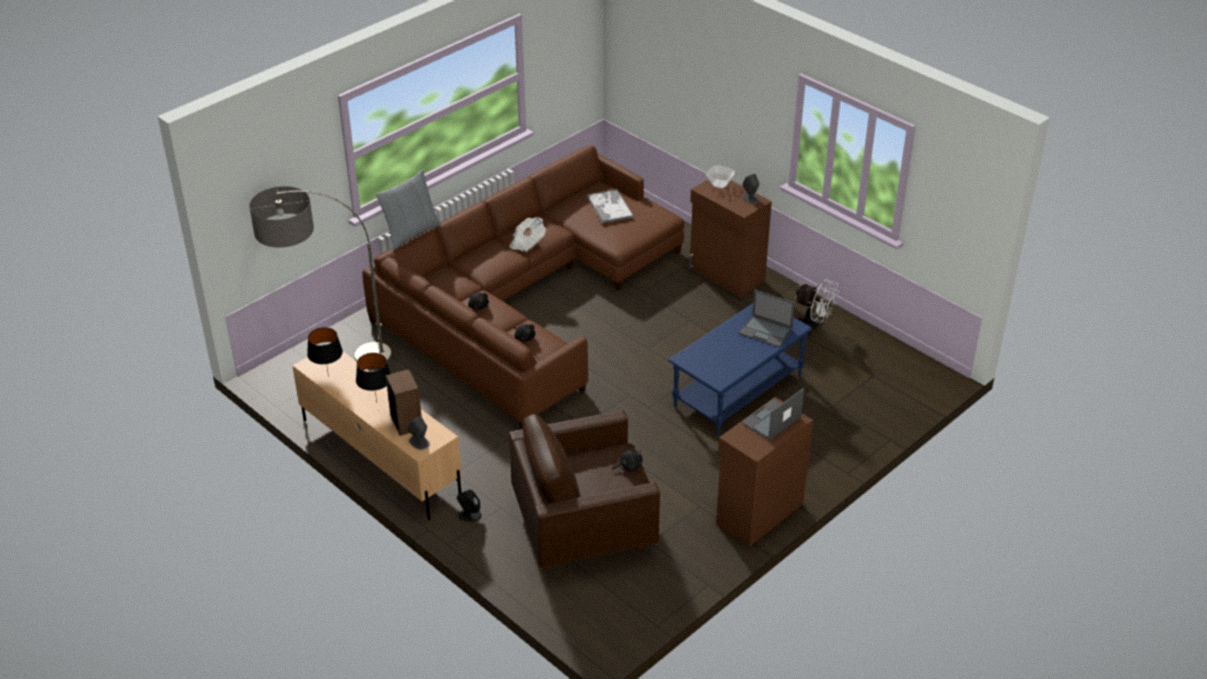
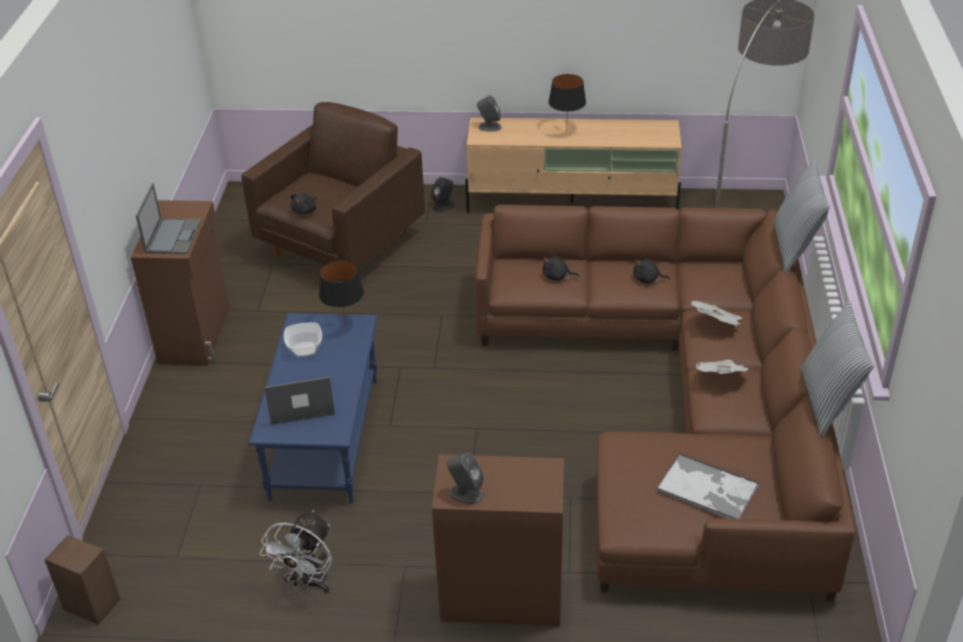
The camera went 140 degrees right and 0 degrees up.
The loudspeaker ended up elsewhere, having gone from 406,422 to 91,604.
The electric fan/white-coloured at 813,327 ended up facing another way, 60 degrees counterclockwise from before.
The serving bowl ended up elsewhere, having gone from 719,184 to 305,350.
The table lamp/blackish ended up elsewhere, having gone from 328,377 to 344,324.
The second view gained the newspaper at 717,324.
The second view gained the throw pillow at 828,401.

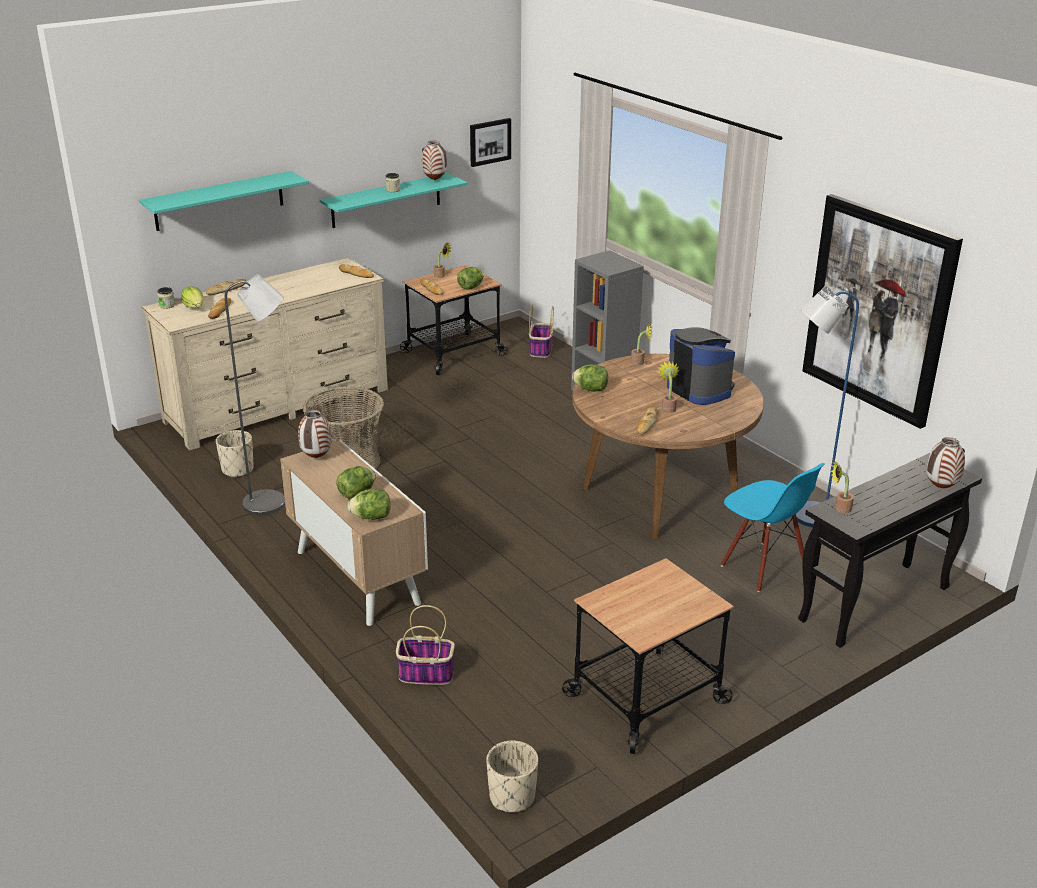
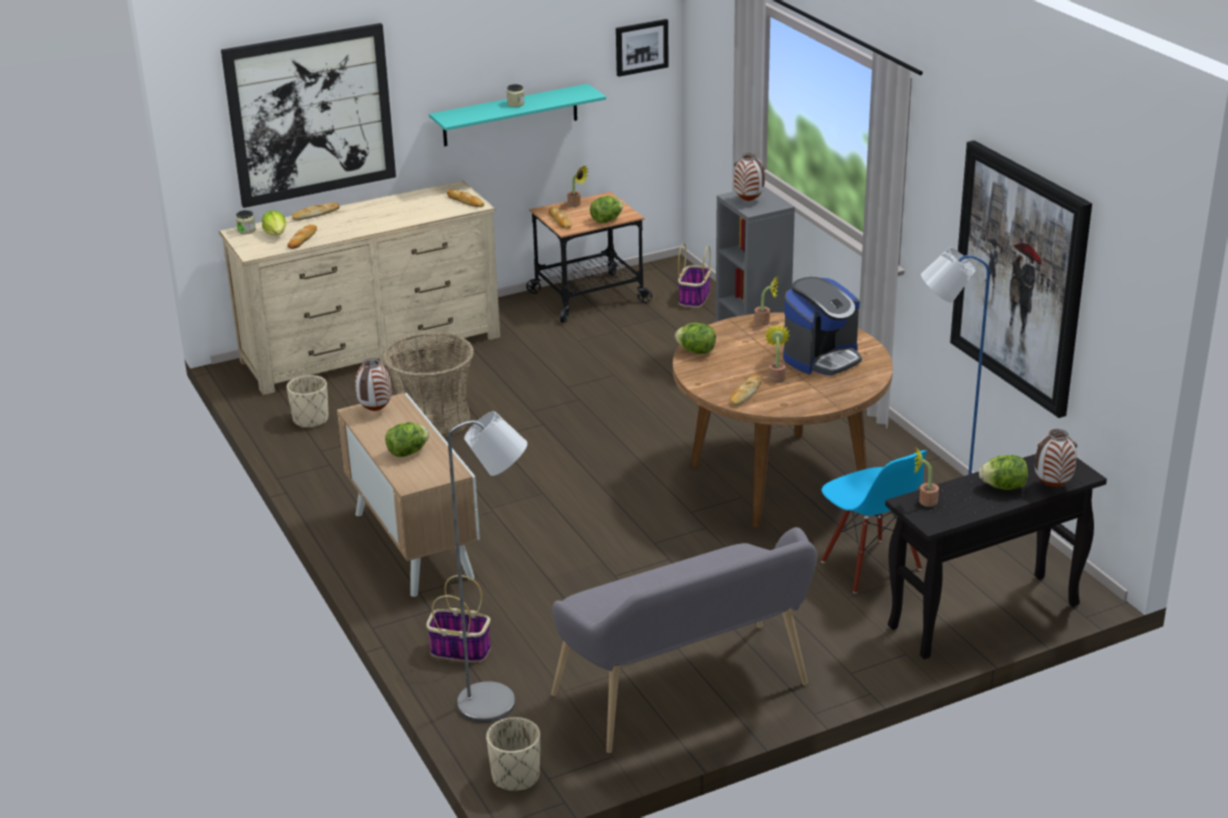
The camera went 10 degrees right and 0 degrees up.
Where the bracket shelf/turquoise-coloured hung at 219,201, the picture came to hang at 310,114.
The standing lamp/grey ended up elsewhere, having gone from 272,503 to 498,704.
Where the cart stood at 647,699, the indoor bench/grey came to stand at 688,695.
The vase ended up elsewhere, having gone from 435,180 to 749,201.
The coffee machine at 699,389 ended up facing another way, 75 degrees clockwise from before.
The lettuce ended up elsewhere, having gone from 371,517 to 1003,487.

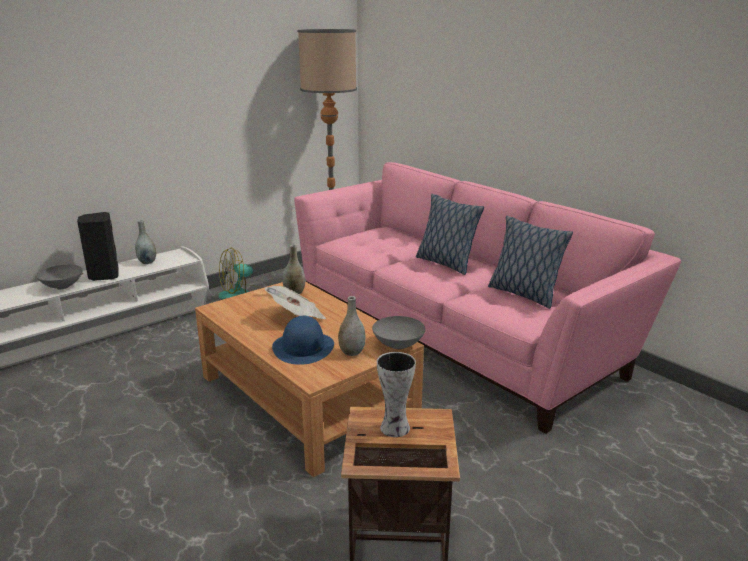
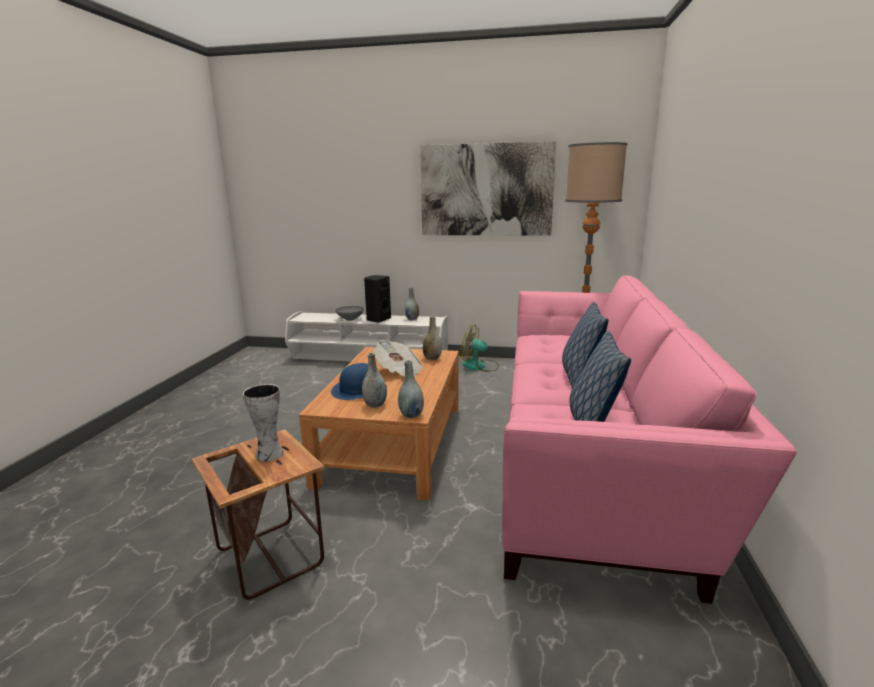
The camera went 50 degrees right and 5 degrees down.
Where the serving bowl/grey stood at 399,345, the vase/grey came to stand at 411,415.
The second view gained the picture at 486,190.

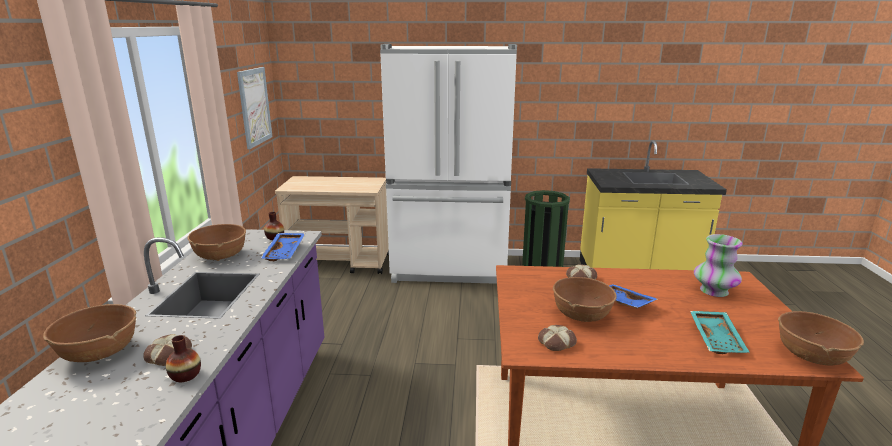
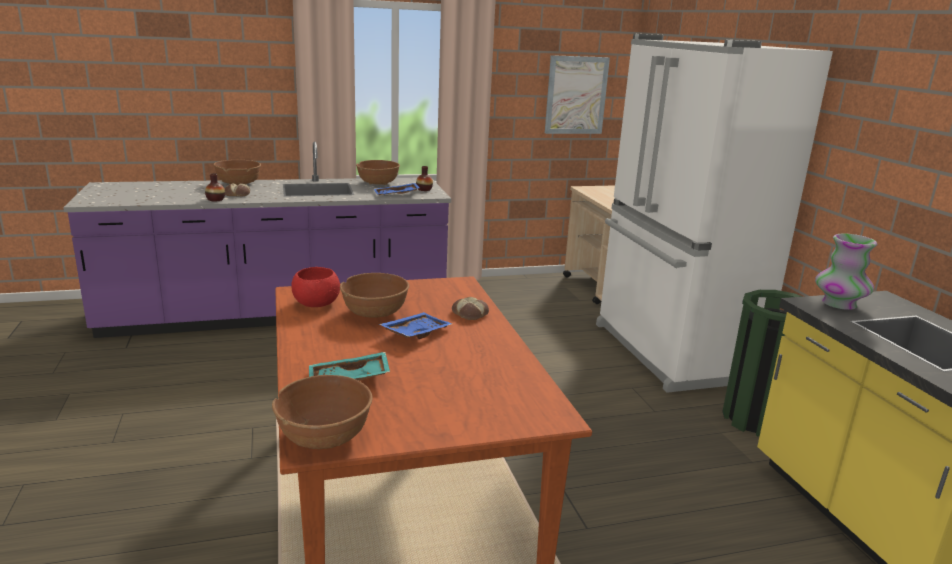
The camera went 70 degrees right and 0 degrees up.
Where the baked bread stood at 556,342, the serving bowl/red-coloured came to stand at 316,303.
The vase ended up elsewhere, having gone from 714,291 to 839,304.

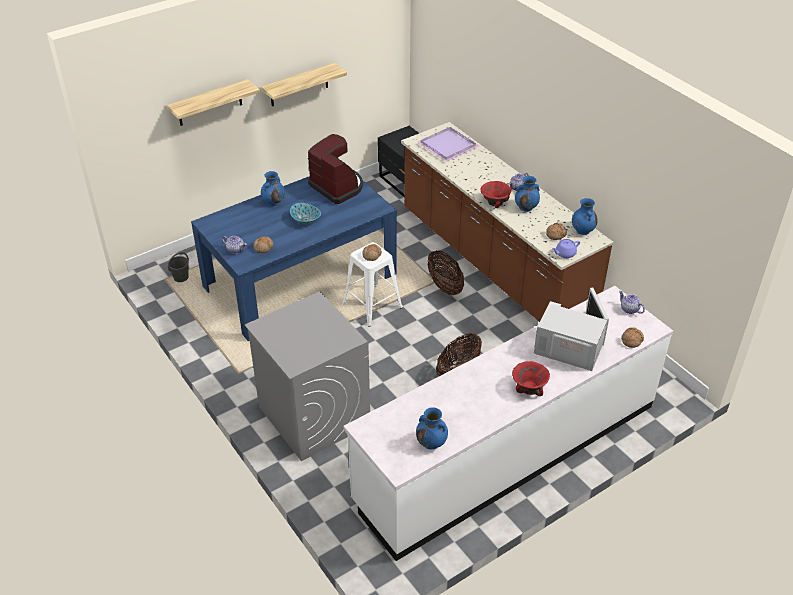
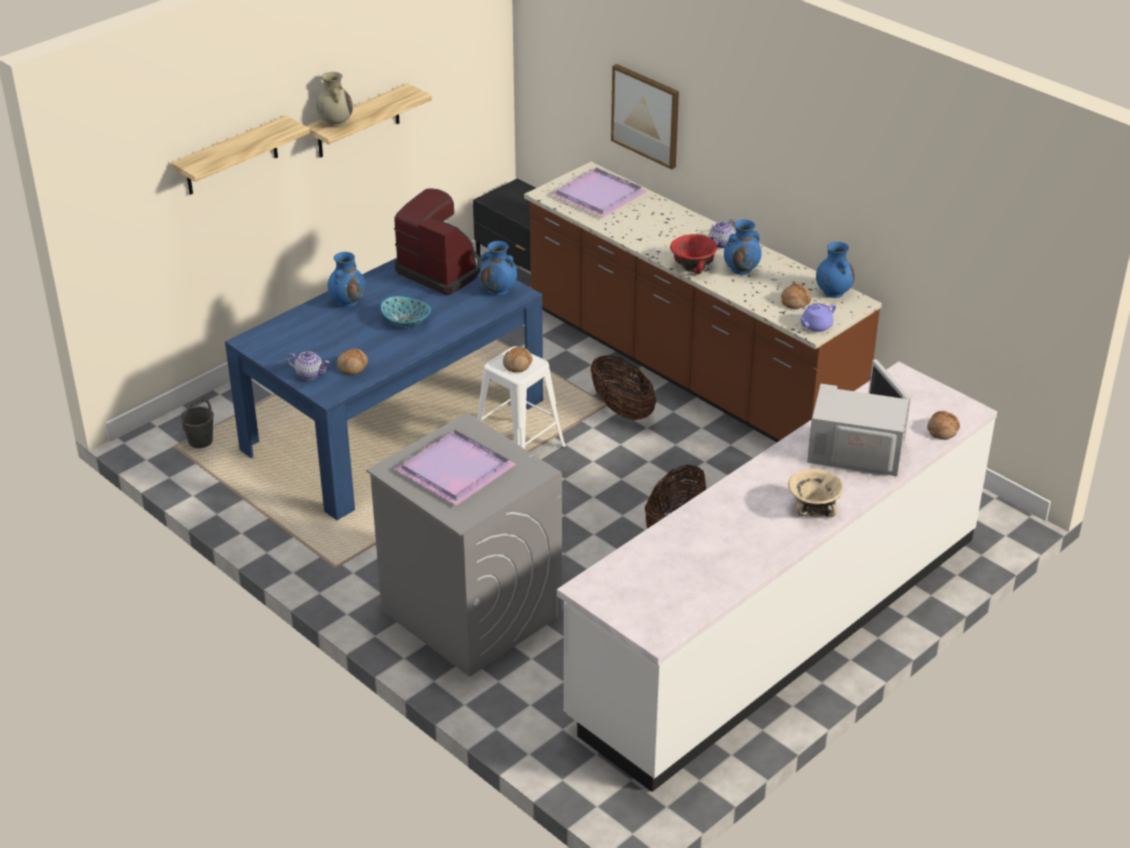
The camera went 10 degrees left and 5 degrees down.
The second view gained the vase/beige-coloured at 335,122.
The second view gained the tray/purplish at 455,471.
The vase/blue-coloured ended up elsewhere, having gone from 431,443 to 499,290.
The second view gained the picture at 646,115.
What was the serving bowl/red-coloured at 529,388 turned into the serving bowl/beige-coloured at 814,508.
The second view lost the teapot at 629,309.

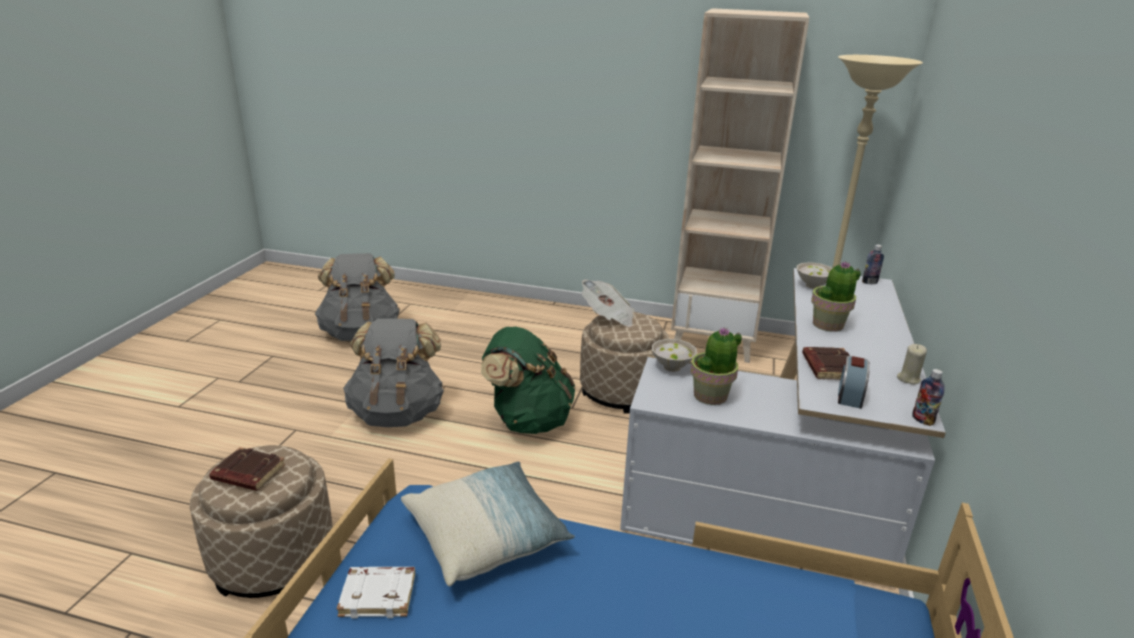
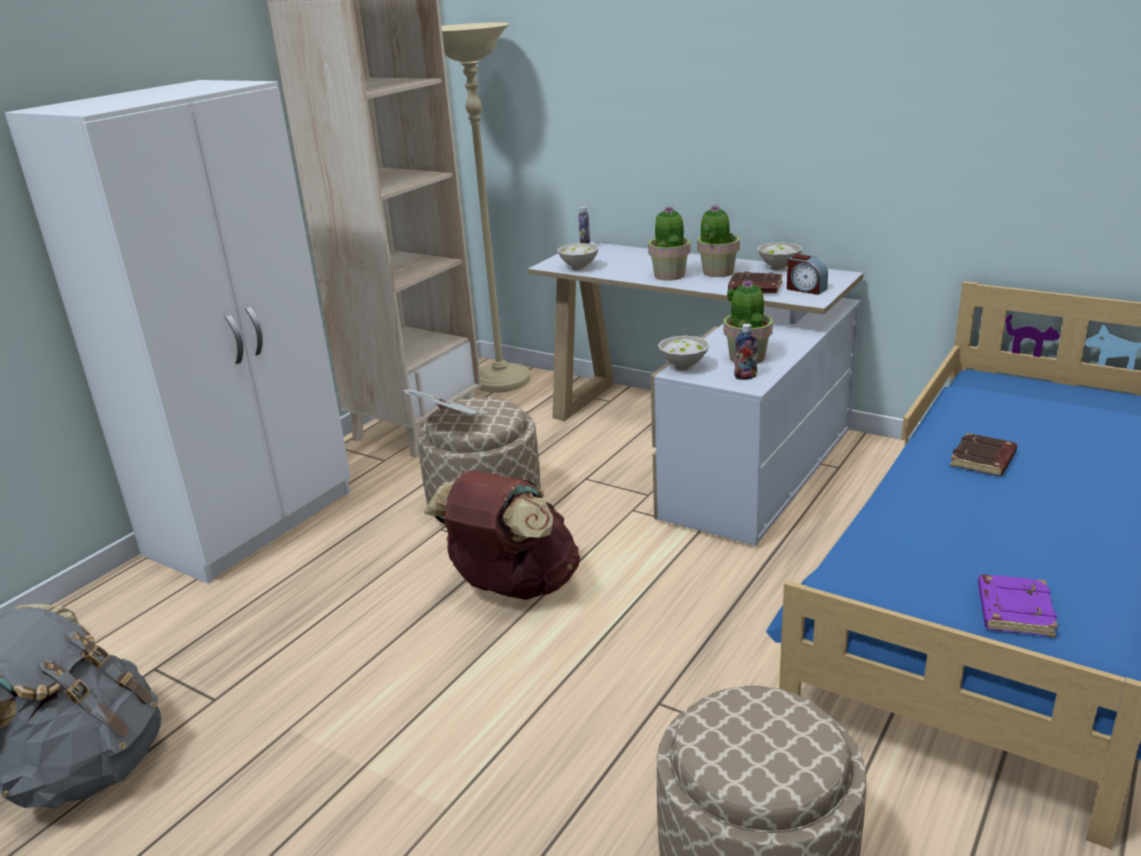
The camera went 70 degrees left and 0 degrees up.
The second view gained the armoire/white-coloured at 254,522.
What was the rucksack/green at 527,420 turned into the rucksack/brown-coloured at 512,588.
The second view gained the houseplant at 717,272.
The bottle ended up elsewhere, having gone from 922,420 to 745,377.
Where the wax light/beige-coloured stood at 908,378, the serving bowl/white-coloured came to stand at 779,268.
The book/brown-coloured ended up elsewhere, having gone from 247,474 to 983,460.
What was the book/white-coloured at 379,595 turned into the book/purplish at 1013,610.
The second view lost the rucksack/grey at 397,413.
The second view lost the throw pillow at 486,536.

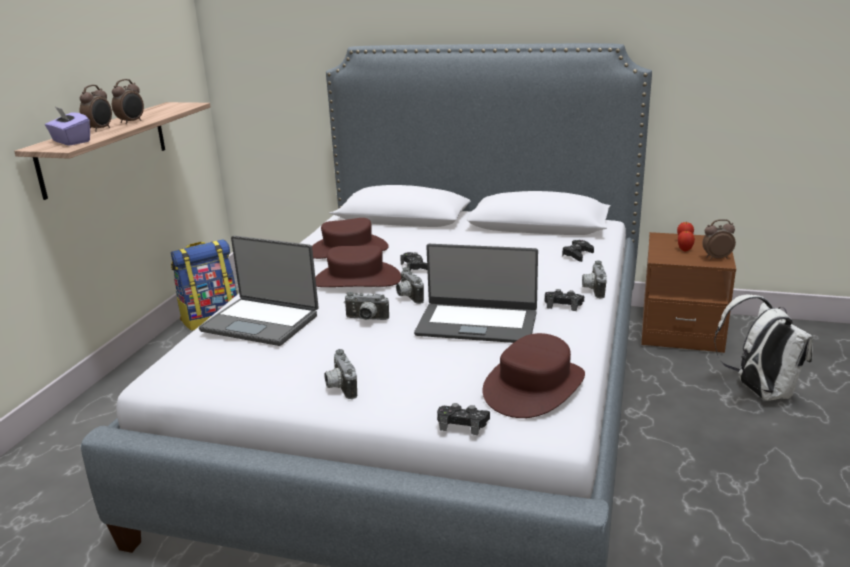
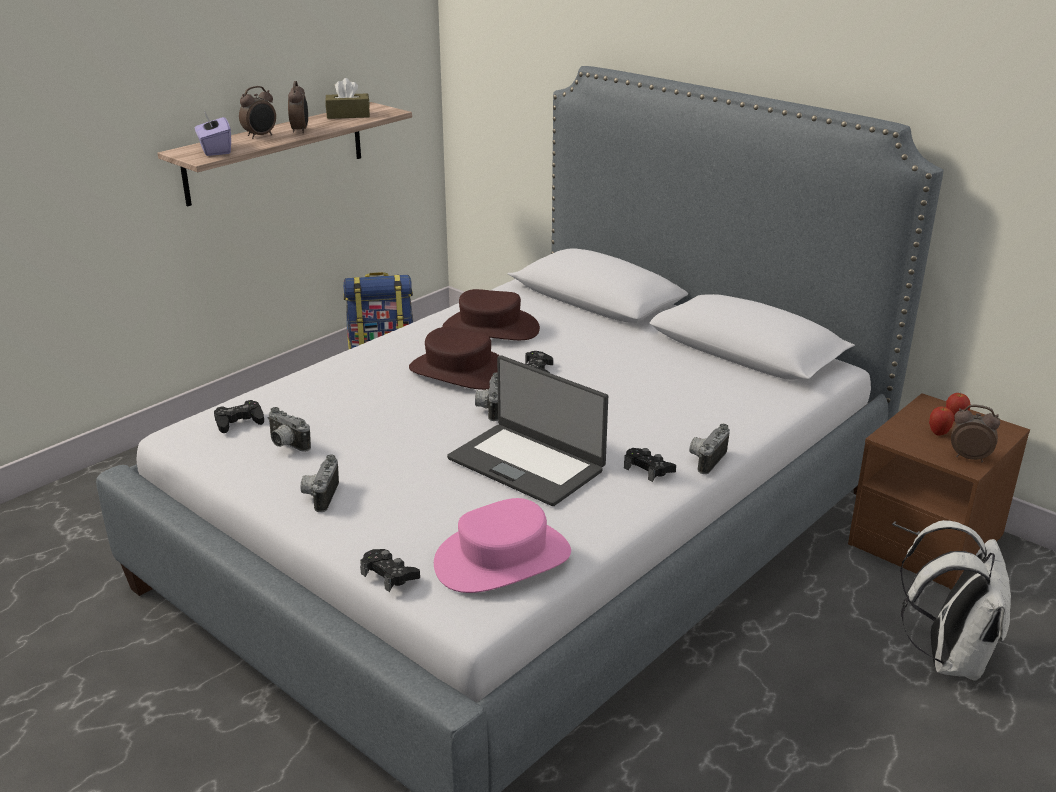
The camera went 25 degrees right and 5 degrees up.
The gamepad/blackish ended up elsewhere, having gone from 577,255 to 239,422.
The photo camera ended up elsewhere, having gone from 366,319 to 285,445.
The alarm clock at 132,122 ended up facing another way, 60 degrees counterclockwise from before.
The second view gained the box of tissues/brown-coloured at 348,115.
What was the hat/brown-coloured at 534,387 turned into the hat/pinkish at 503,559.
The second view lost the notebook computer at 262,322.

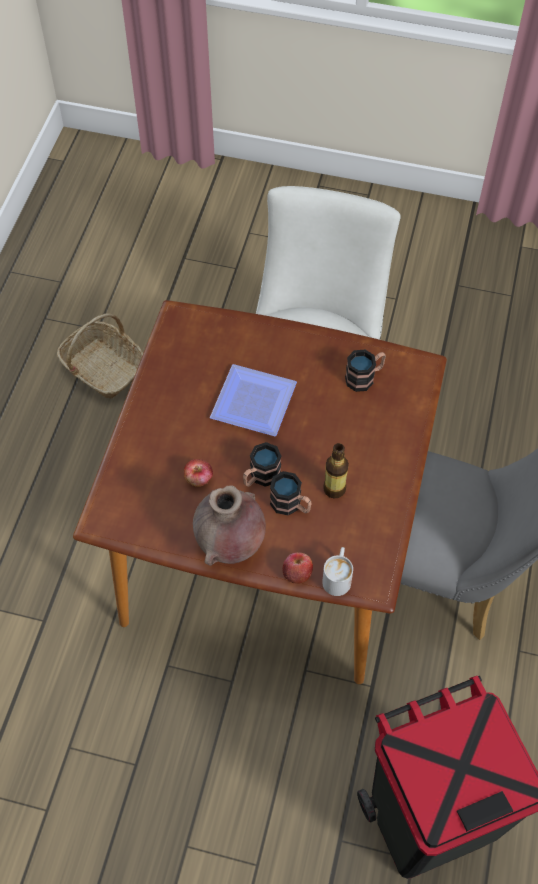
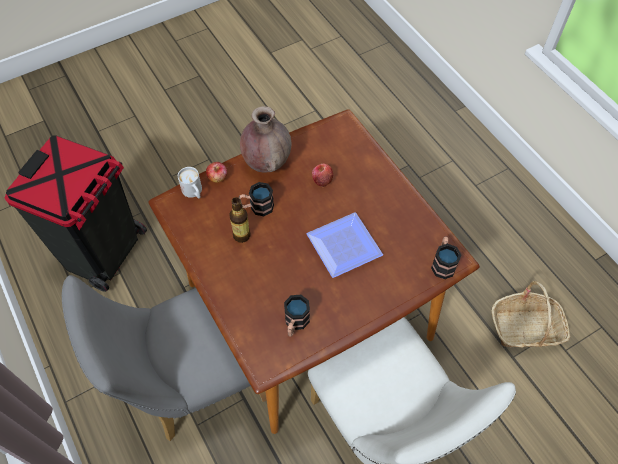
The camera went 135 degrees right and 0 degrees up.
The mug ended up elsewhere, having gone from 260,477 to 442,263.

